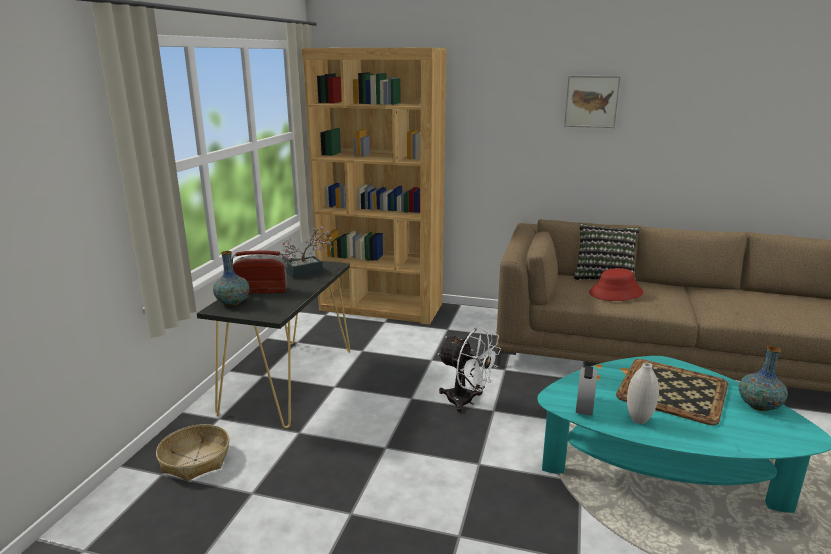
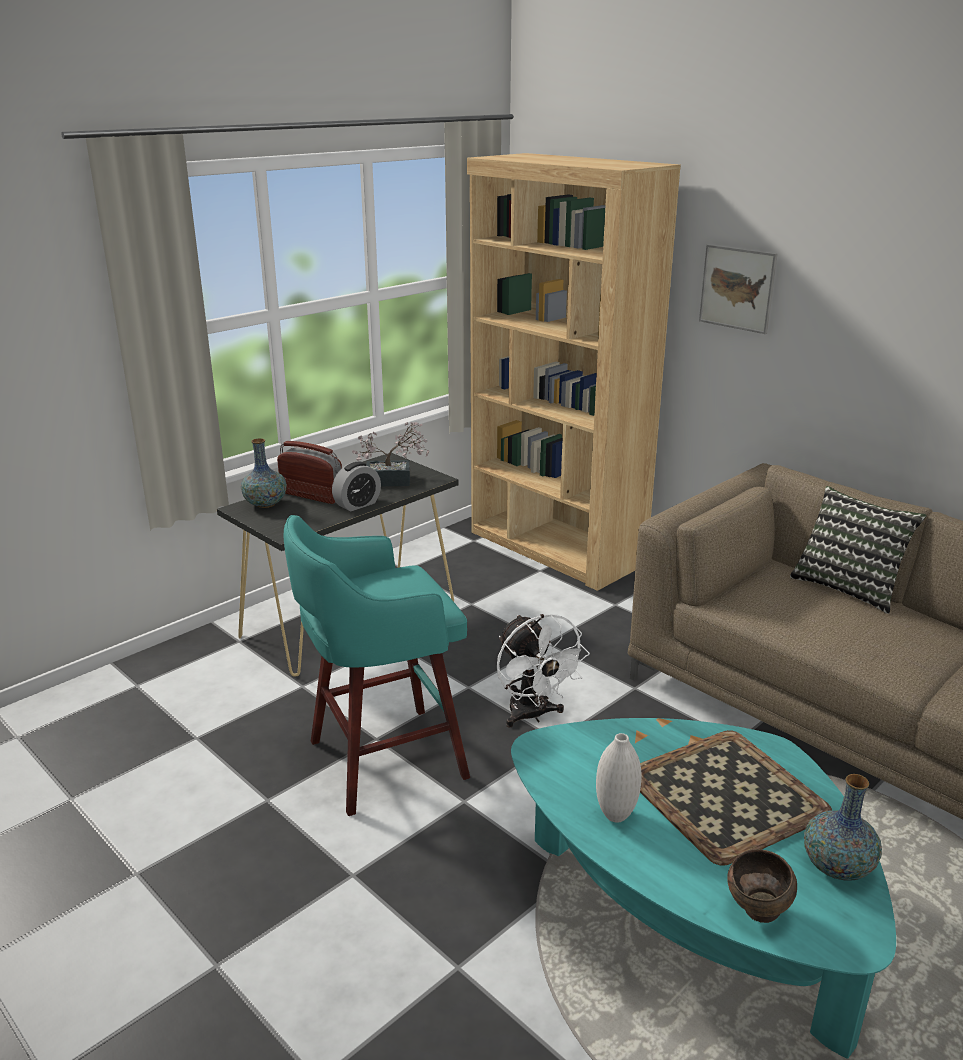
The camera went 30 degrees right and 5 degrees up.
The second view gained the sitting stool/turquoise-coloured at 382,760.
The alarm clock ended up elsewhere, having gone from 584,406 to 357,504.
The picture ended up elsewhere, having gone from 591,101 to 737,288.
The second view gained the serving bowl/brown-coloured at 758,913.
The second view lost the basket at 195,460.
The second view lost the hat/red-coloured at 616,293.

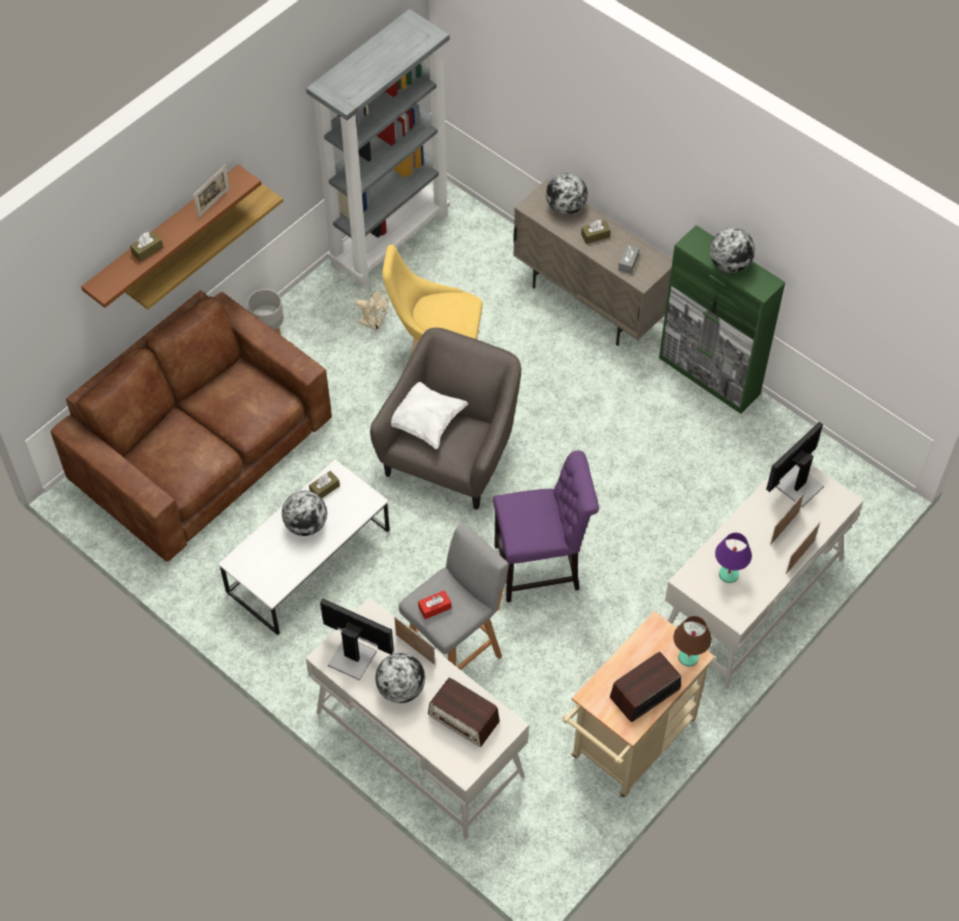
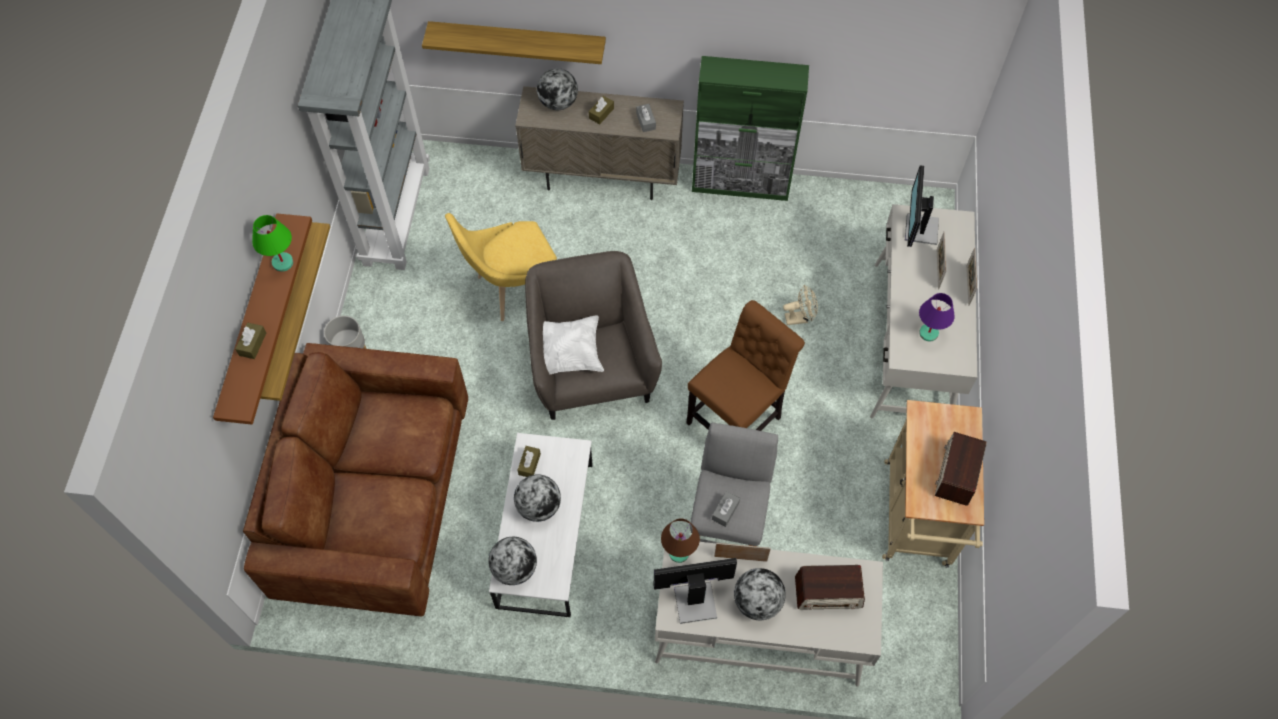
The camera went 35 degrees left and 5 degrees up.
Where the photo frame stood at 214,203, the table lamp/green came to stand at 282,262.
The second view gained the bracket shelf at 518,40.
The world globe ended up elsewhere, having gone from 729,264 to 514,568.
The table lamp/brown-coloured ended up elsewhere, having gone from 688,657 to 678,553.
What was the plain chair/purplish at 542,567 turned into the plain chair/brown-coloured at 737,418.
What was the box of tissues/red-coloured at 434,607 turned into the box of tissues/grey at 725,511.
The electric fan/beige-coloured ended up elsewhere, having gone from 374,324 to 799,318.

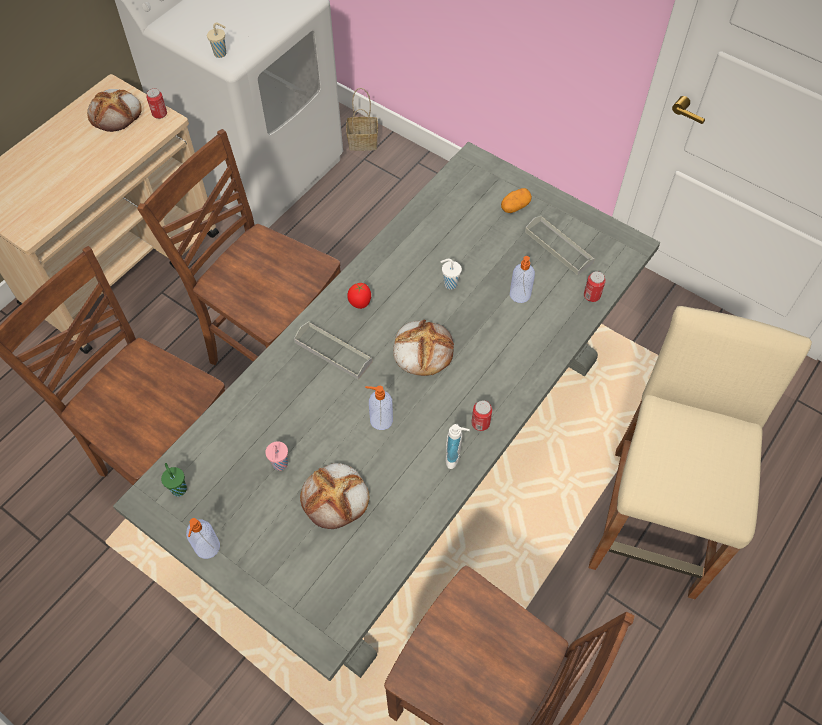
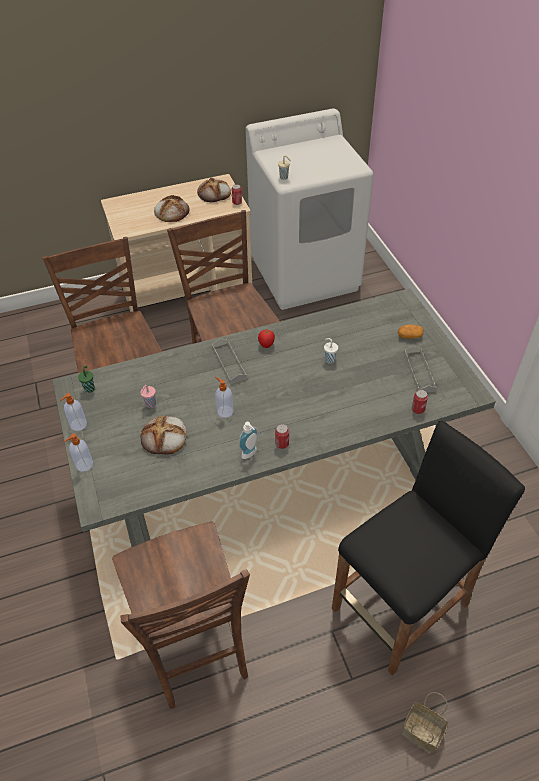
The camera went 35 degrees right and 10 degrees down.
The liquid soap bottle ended up elsewhere, having gone from 520,295 to 84,465.
The baked bread ended up elsewhere, having gone from 422,349 to 172,212.
What was the sitting stool/beige-coloured at 653,521 turned into the sitting stool/blackish at 400,607.
The basket ended up elsewhere, having gone from 364,141 to 423,732.

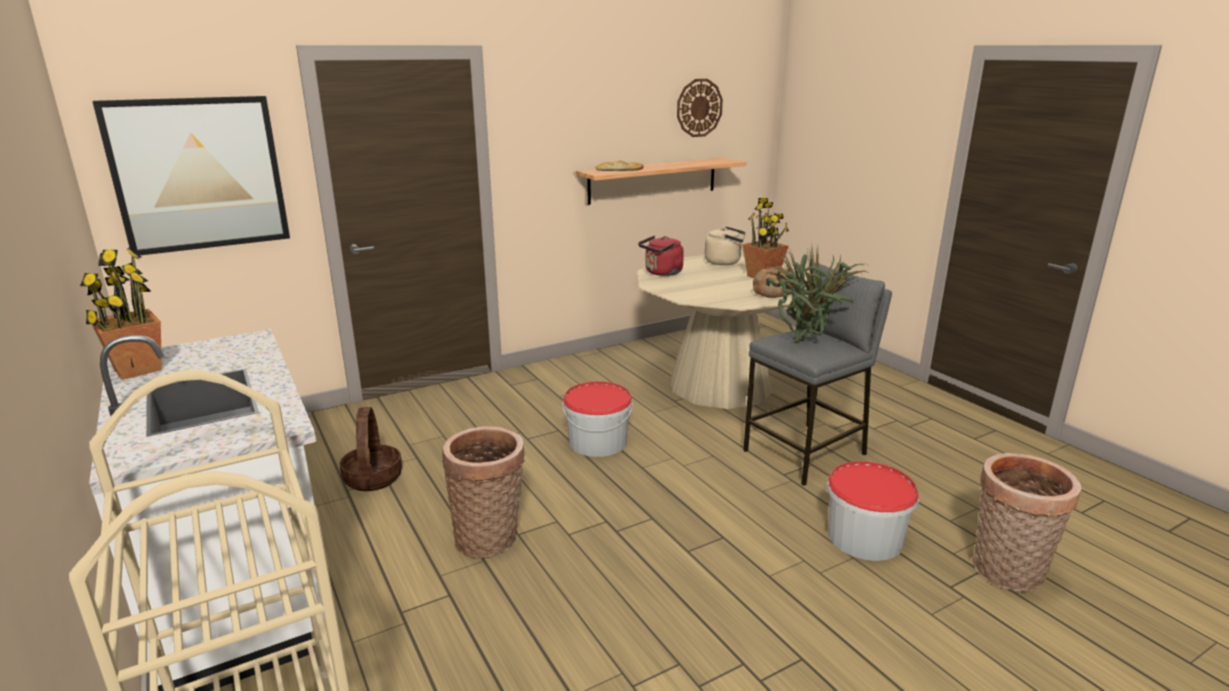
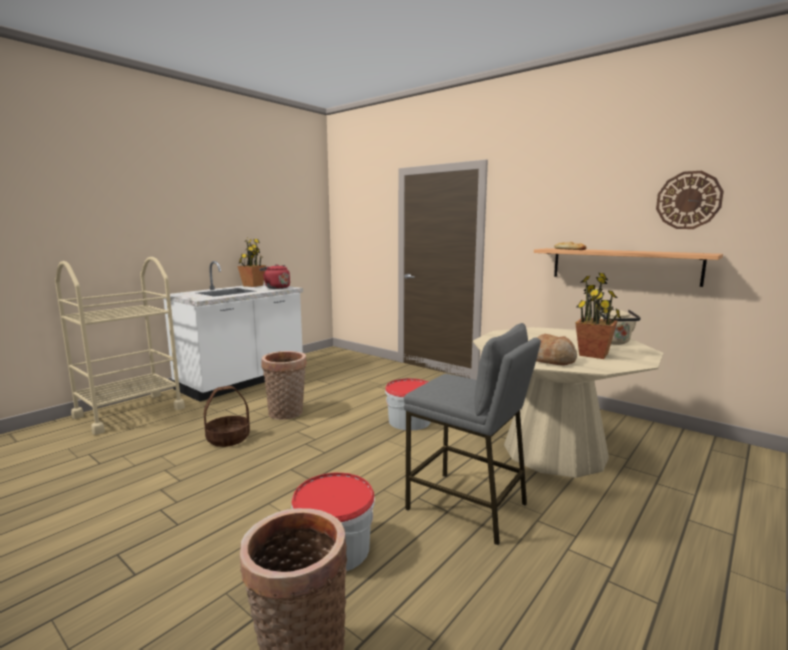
The camera went 70 degrees right and 10 degrees down.
The basket ended up elsewhere, having gone from 372,478 to 228,438.
The water kettle/red-coloured ended up elsewhere, having gone from 662,273 to 276,288.
The second view lost the picture at 199,174.
The second view lost the houseplant at 808,342.

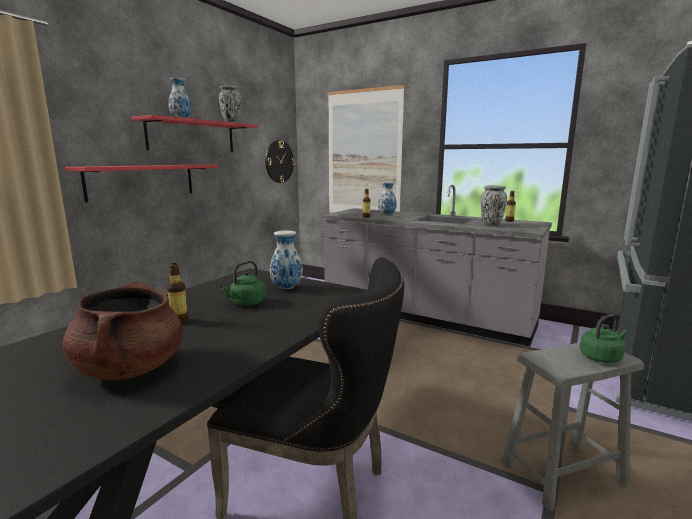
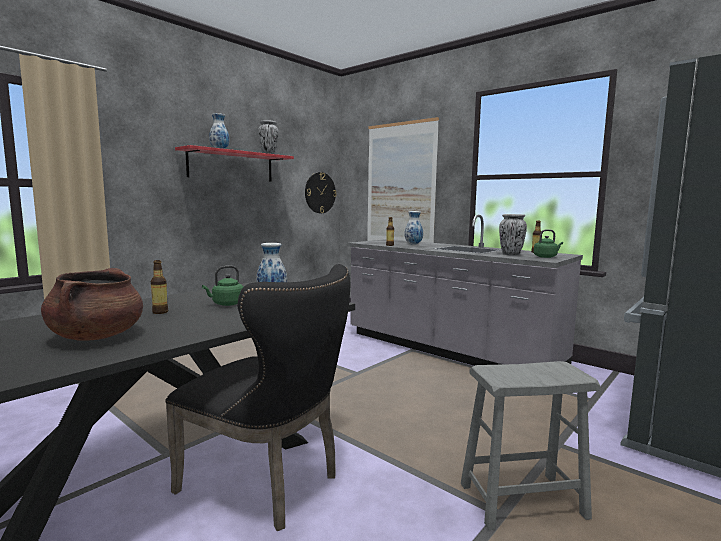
The camera went 10 degrees right and 5 degrees down.
The water kettle/green ended up elsewhere, having gone from 601,357 to 546,257.
The second view lost the bracket shelf/red-coloured at 142,181.

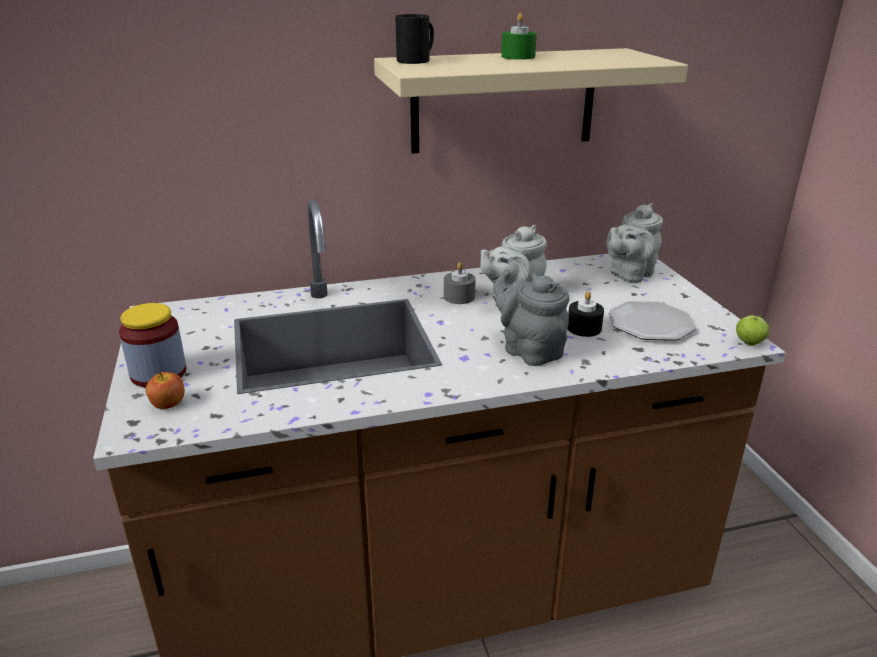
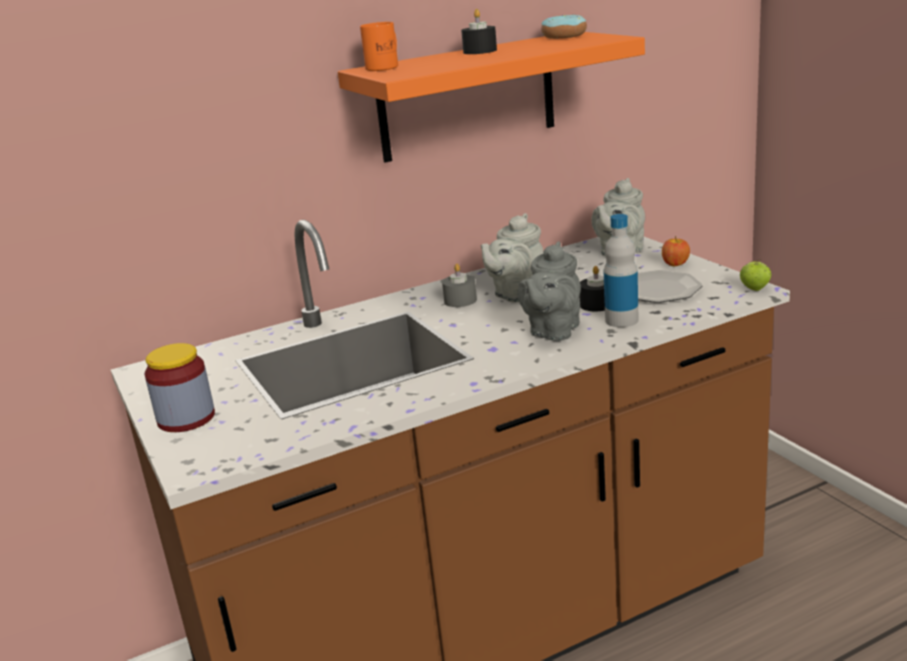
The camera went 10 degrees left and 5 degrees down.
What was the bracket shelf/beige-coloured at 504,100 turned into the bracket shelf/orangey at 467,97.
What was the mug/blackish at 417,60 turned into the mug/orangey at 385,67.
What was the wax light/green at 518,57 turned into the wax light/blackish at 480,51.
The teapot/grey at 529,350 ended up facing another way, 105 degrees counterclockwise from before.
The second view gained the doughnut at 564,36.
The second view gained the bottle at 621,320.
The whole apple ended up elsewhere, having gone from 168,404 to 675,264.

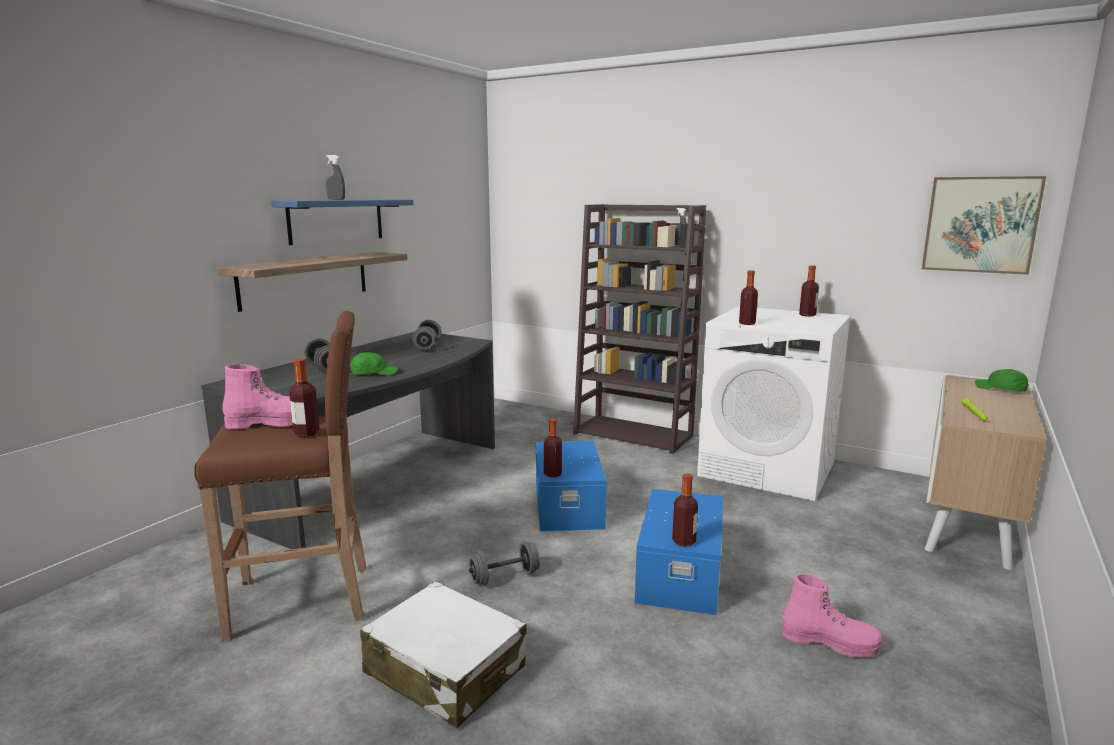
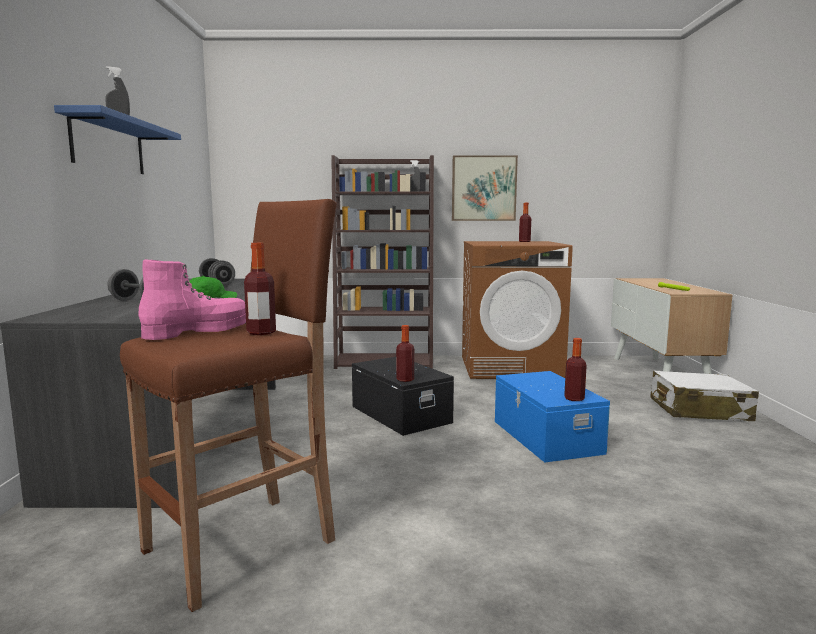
The camera went 30 degrees left and 5 degrees down.
What was the storage container/blue-coloured at 569,505 turned into the storage container/blackish at 401,414.
The picture ended up elsewhere, having gone from 980,224 to 483,188.
What was the washing machine/white-coloured at 768,469 turned into the washing machine/brown-coloured at 510,367.
The travel case/white-coloured ended up elsewhere, having gone from 445,670 to 699,410.
The second view lost the bracket shelf at 305,279.
The second view lost the dumbbell/grey at 504,577.
The second view lost the bottle at 747,323.
The second view lost the boot/pinkish at 830,642.
The second view lost the baseball cap/green at 1000,389.

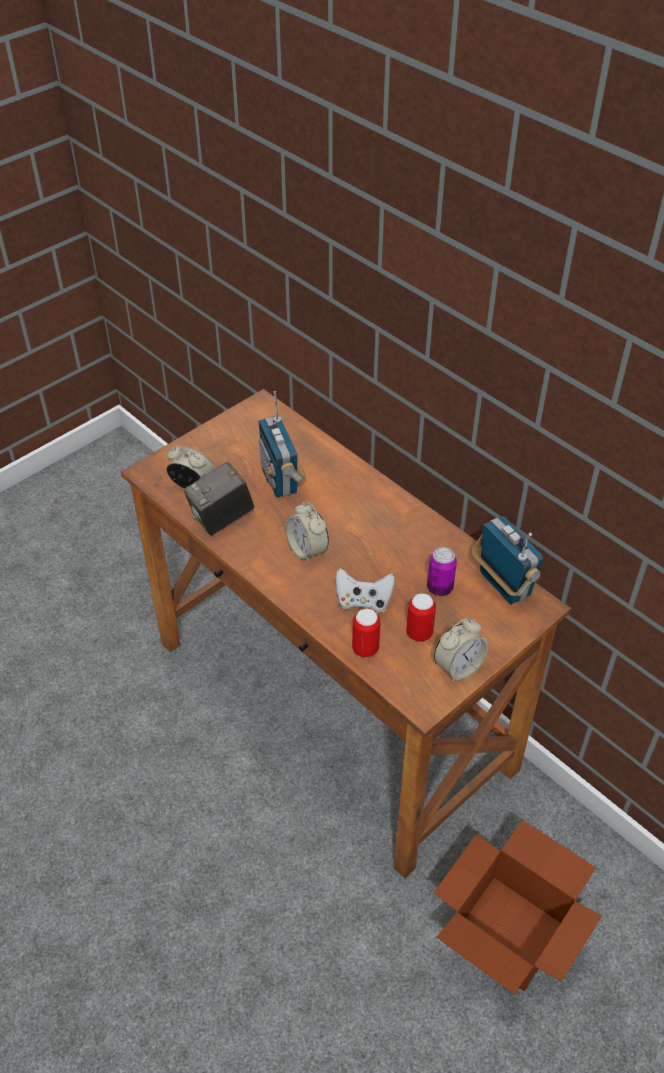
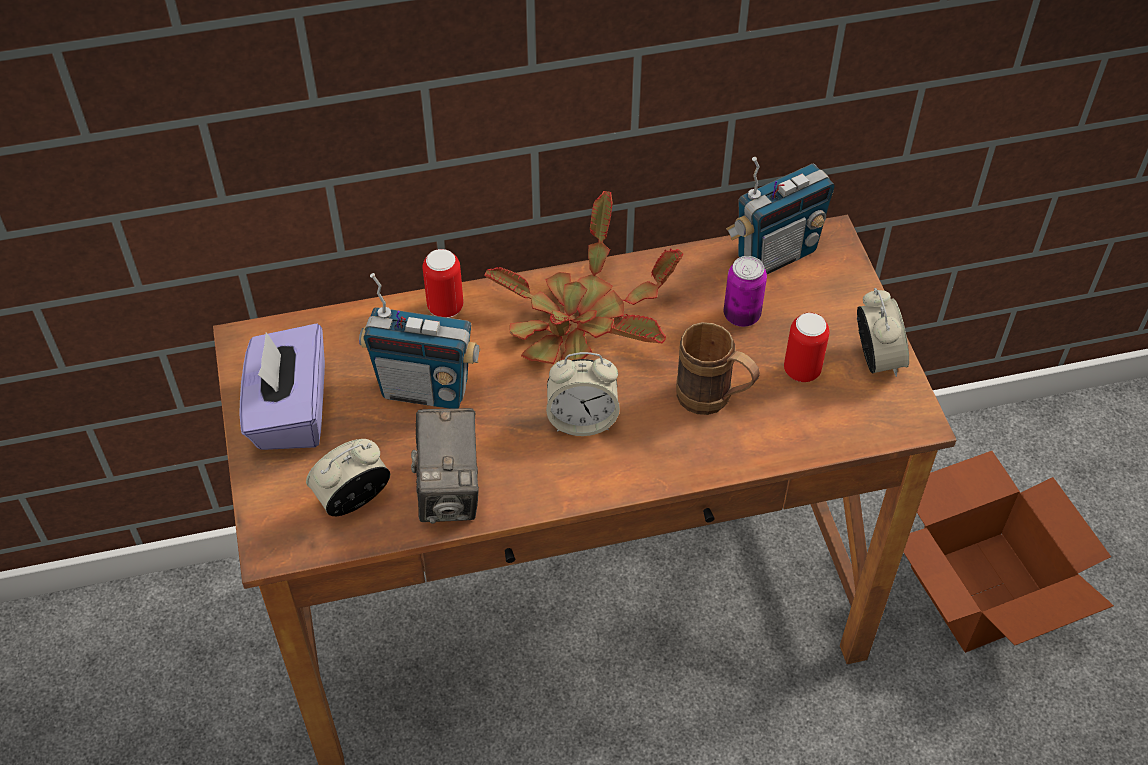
The camera went 60 degrees left and 5 degrees up.
The second view gained the box of tissues/purplish at 290,411.
The sealed can ended up elsewhere, having gone from 365,649 to 445,307.
The second view gained the houseplant at 579,322.
Where the gamepad/white-coloured stood at 363,601, the mug/brown-coloured came to stand at 714,401.
The radio at 503,585 ended up facing another way, 150 degrees clockwise from before.

